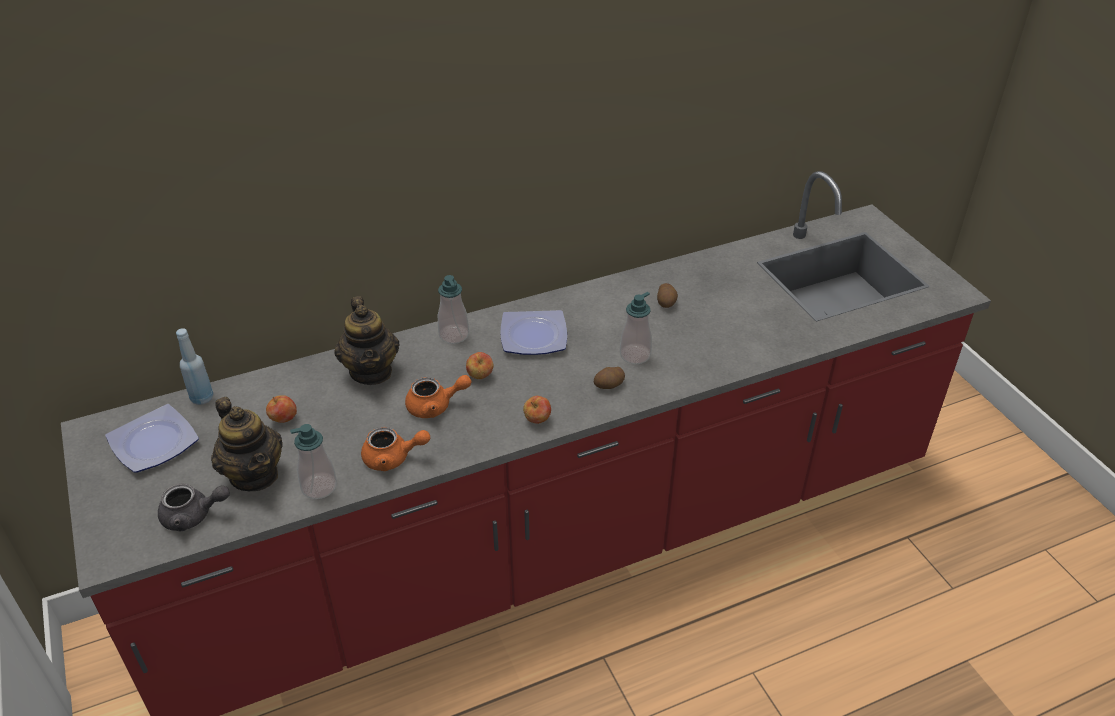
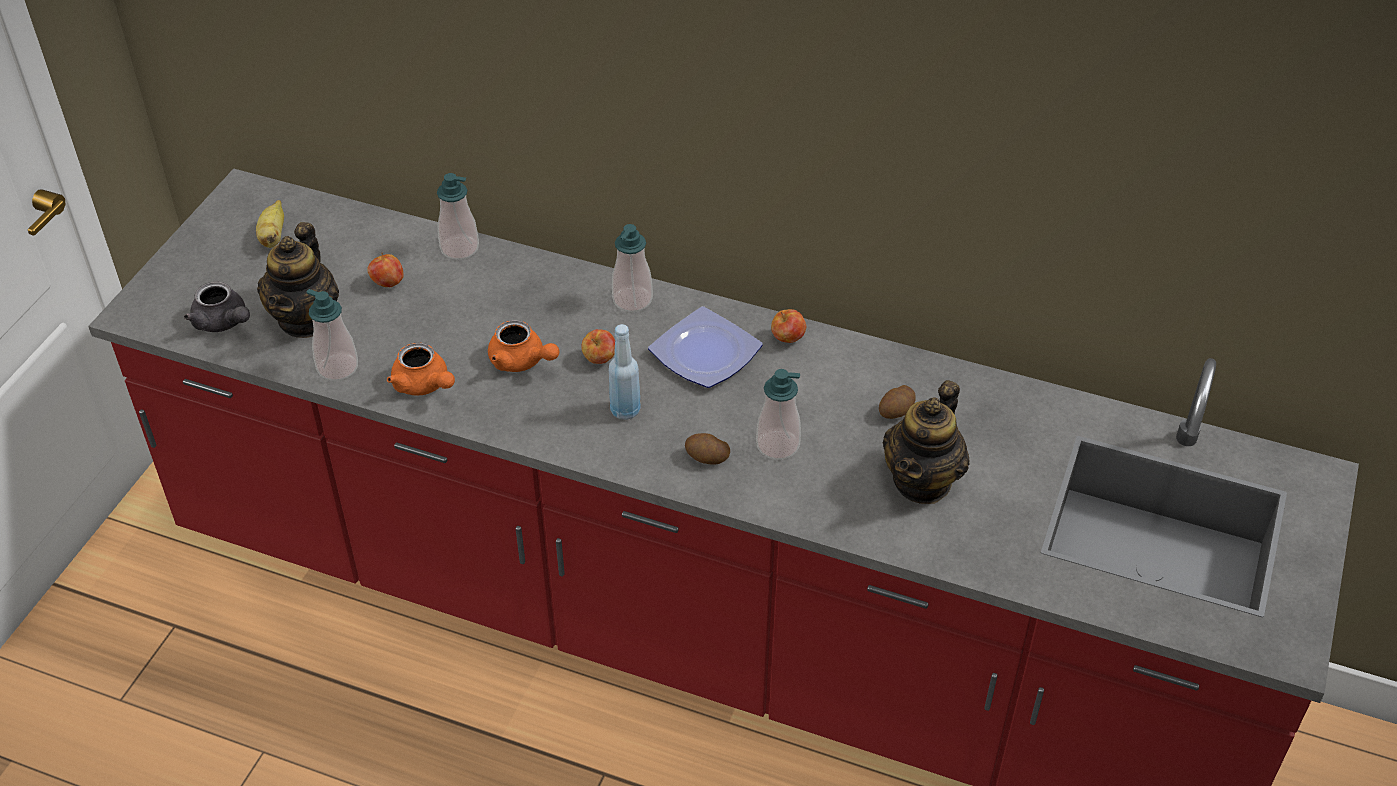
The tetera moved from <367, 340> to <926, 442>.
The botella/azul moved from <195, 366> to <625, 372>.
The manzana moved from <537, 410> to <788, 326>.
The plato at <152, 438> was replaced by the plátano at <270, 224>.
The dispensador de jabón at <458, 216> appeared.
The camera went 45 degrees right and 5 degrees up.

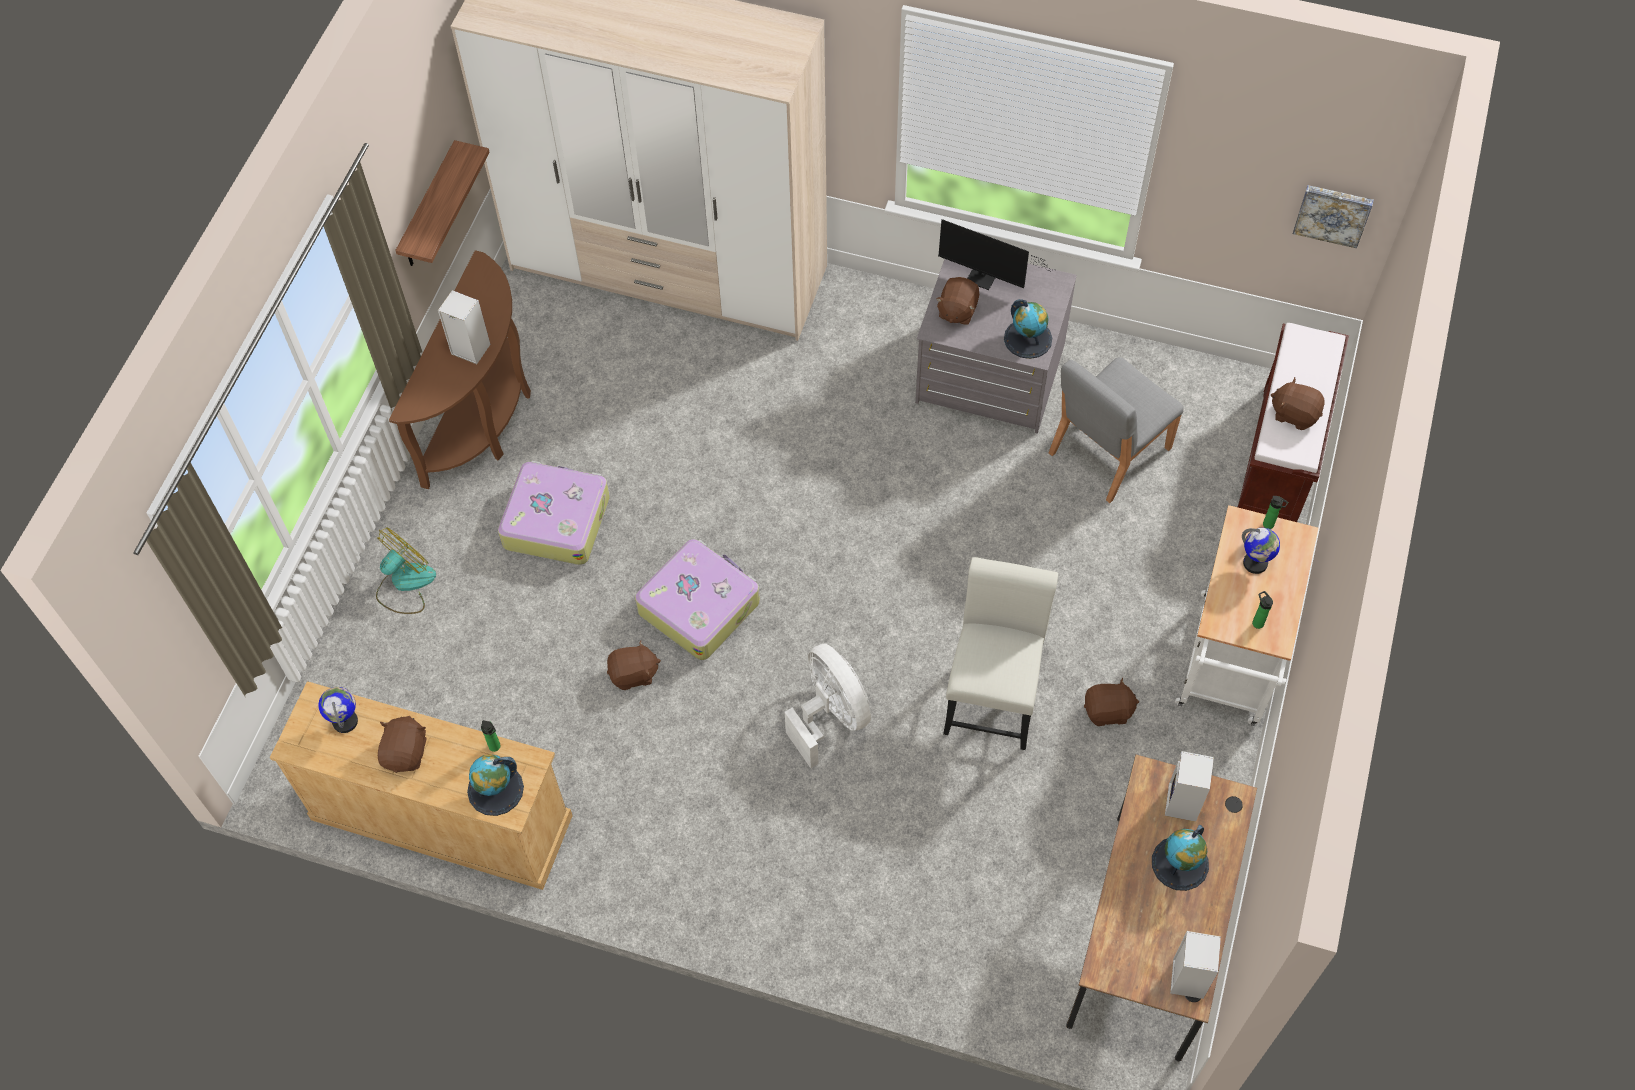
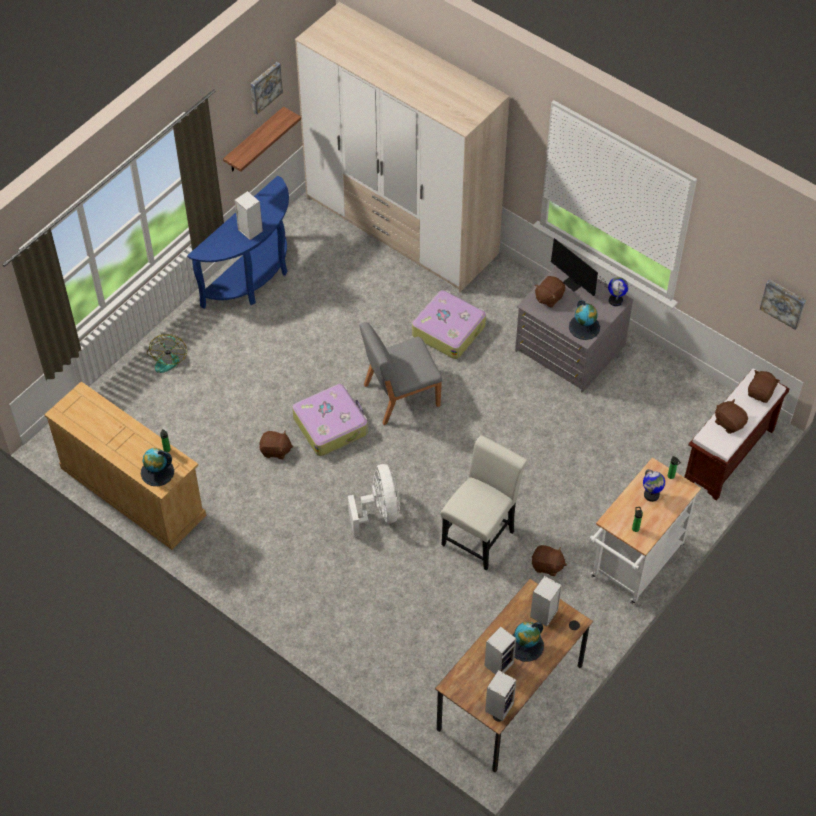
The mesa consola/marrón at <460, 369> became the mesa consola/azul at <238, 242>.
The silla/gris moved from <1116, 430> to <400, 373>.
The maleta moved from <554, 513> to <449, 324>.
The ventilador at <406, 570> turned 120 degrees clockwise.
The globo terráqueo moved from <338, 710> to <618, 291>.
The peluche/marrón moved from <402, 744> to <764, 386>.
The cuadro at <267, 88> appeared.
The altavoz at <500, 651> appeared.
The camera went 20 degrees right and 5 degrees down.

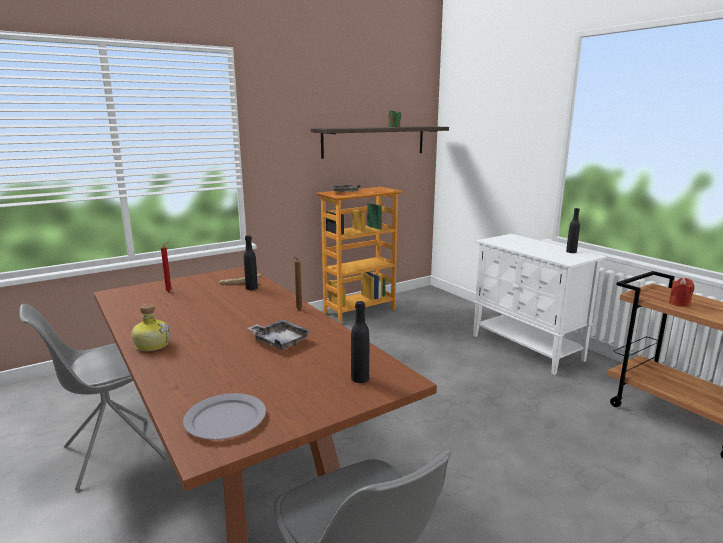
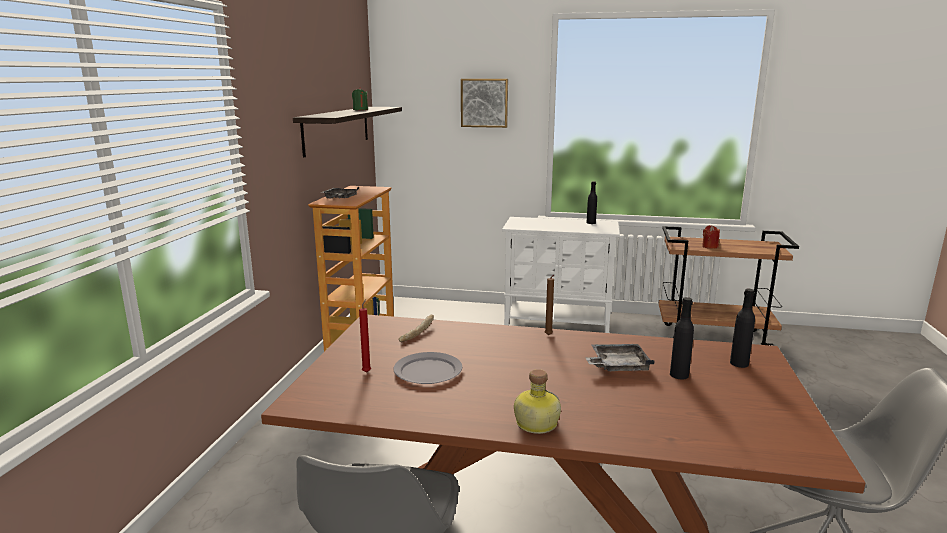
The botella/negro moved from <251, 262> to <682, 338>.
The plato/gris moved from <224, 416> to <427, 368>.
The cuadro at <484, 103> appeared.
The camera went 45 degrees left and 0 degrees up.

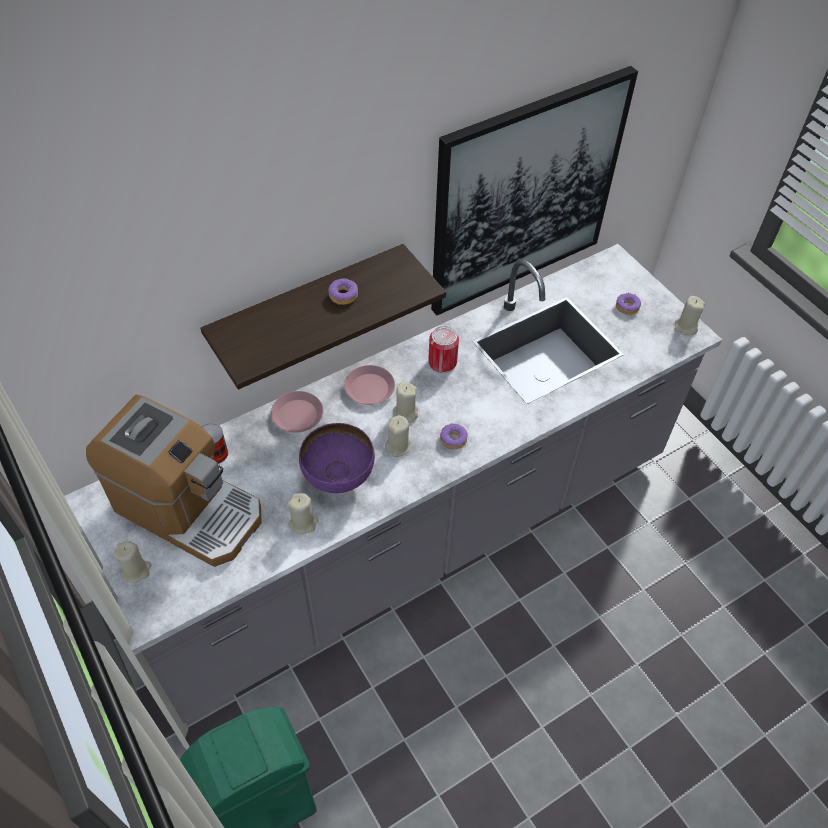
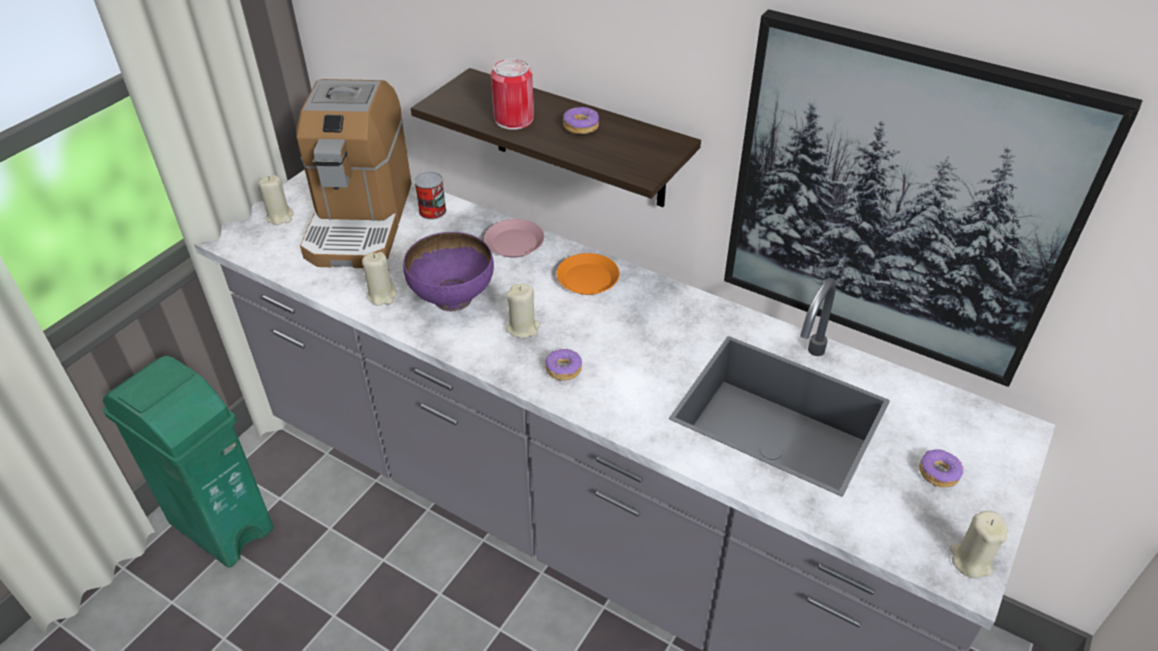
The lata moved from <443, 349> to <512, 94>.
The plato/rosa at <369, 385> became the plato/naranja at <588, 274>.
The vela/beis at <405, 402> disappeared.
The camera went 65 degrees right and 10 degrees down.

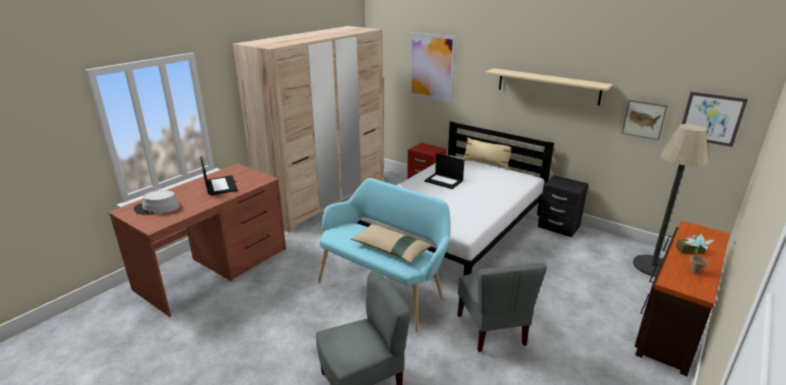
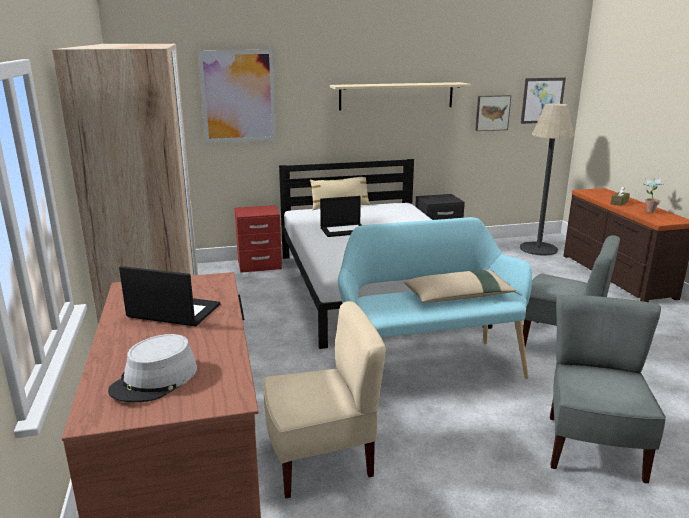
The silla/beis at <324, 400> appeared.
The camera went 50 degrees left and 5 degrees down.

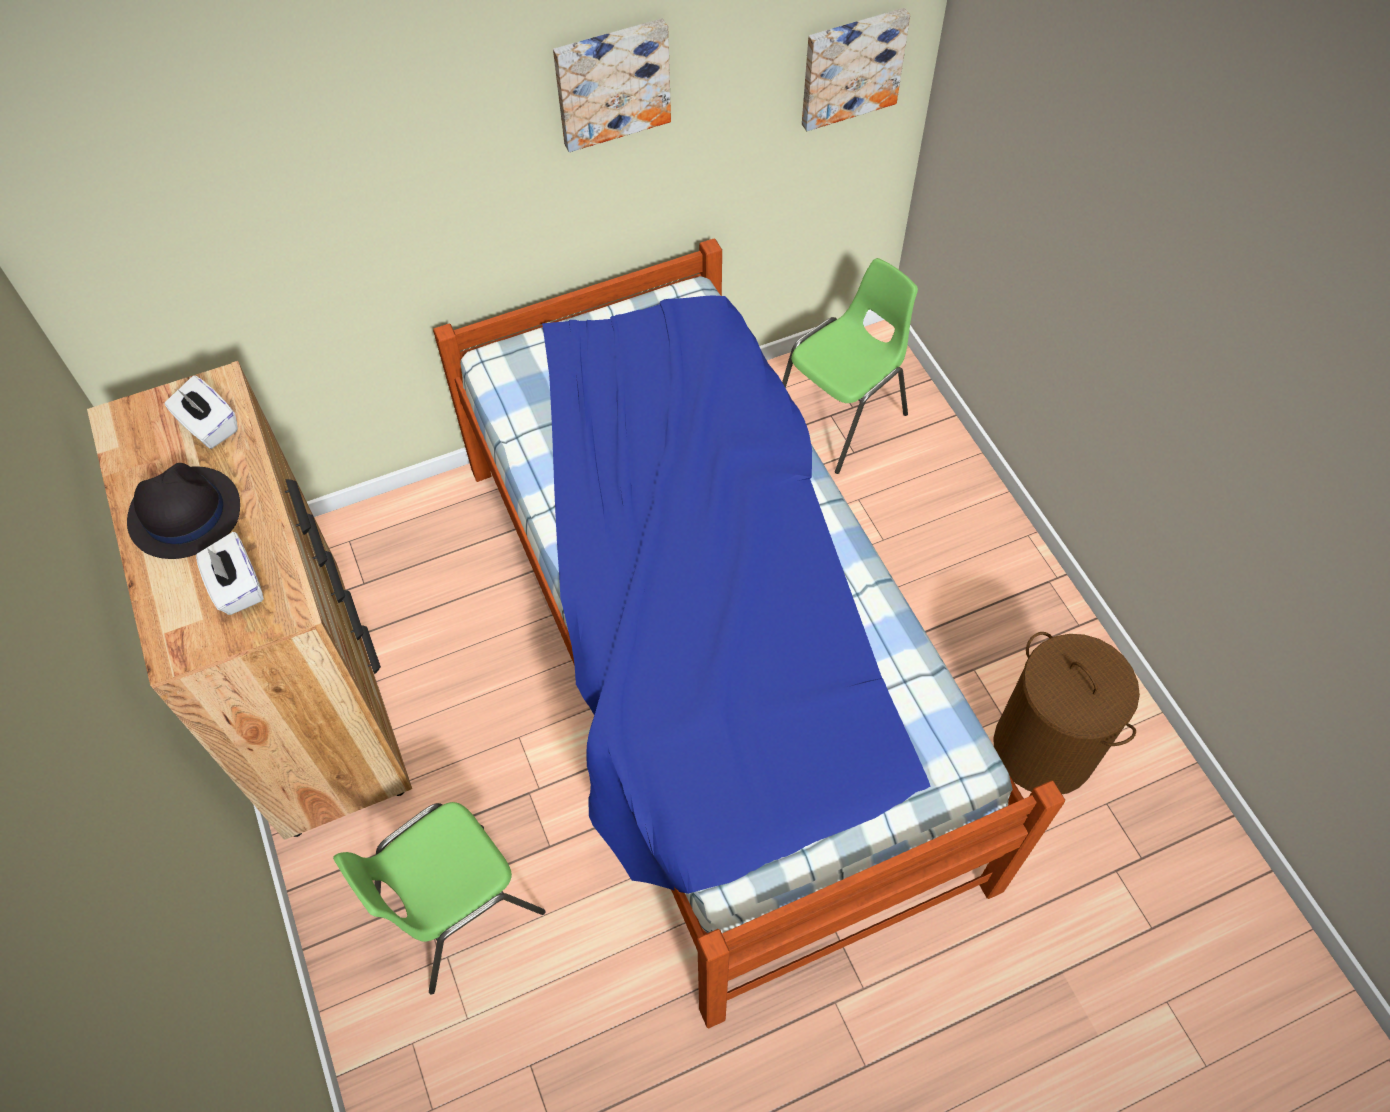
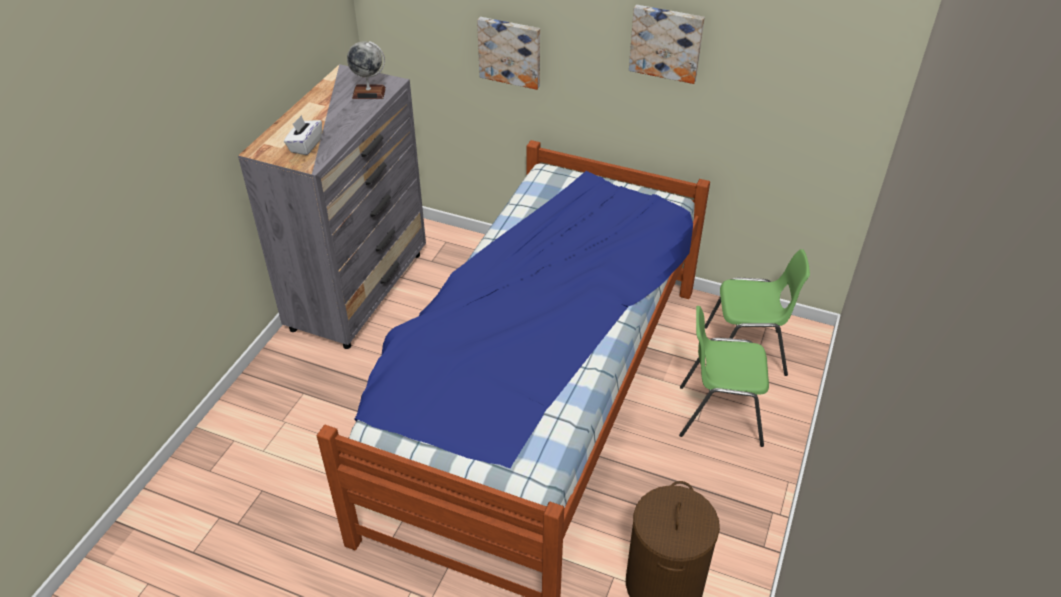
The cuadro moved from <856, 69> to <508, 53>.
The cómoda/marrón at <249, 600> became the cómoda/gris at <332, 206>.
The caja de pañuelos/blanco at <201, 412> was replaced by the globo terráqueo at <366, 70>.
The sombrero/negro at <183, 511> disappeared.
The silla/verde moved from <439, 898> to <724, 376>.
The camera went 45 degrees right and 15 degrees down.

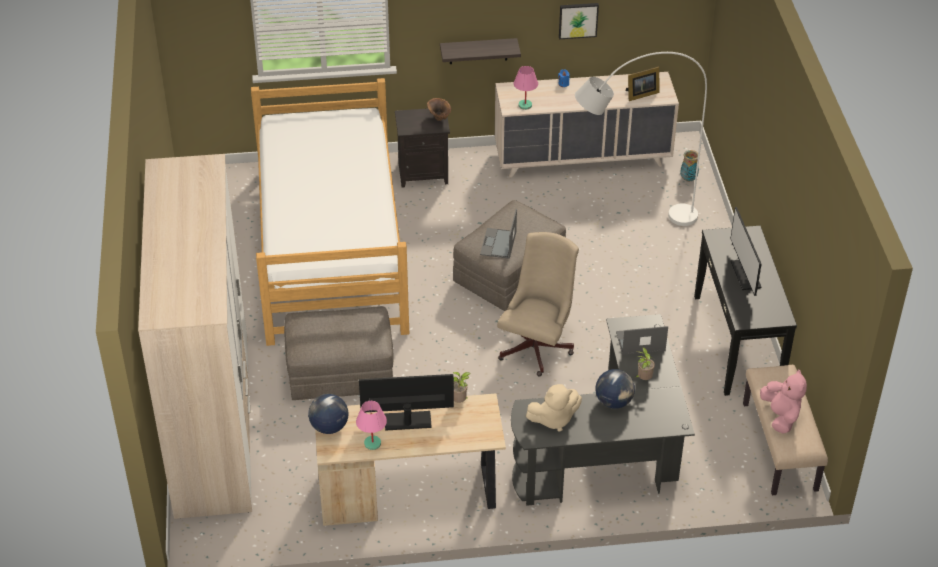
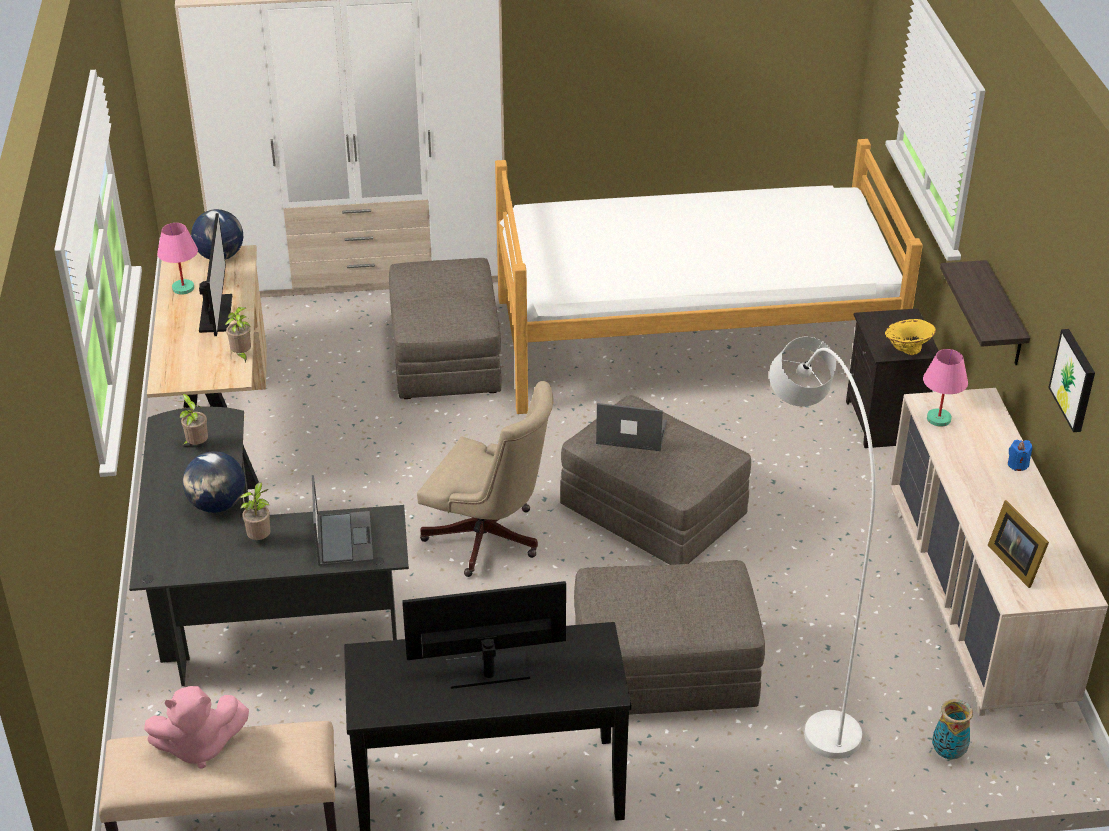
The florero/marrón at <439, 109> became the florero/amarillo at <910, 337>.
The peluche/beis at <554, 408> was replaced by the planta en maceta at <191, 419>.
The puf/gris at <669, 637> appeared.
The camera went 90 degrees right and 5 degrees down.

